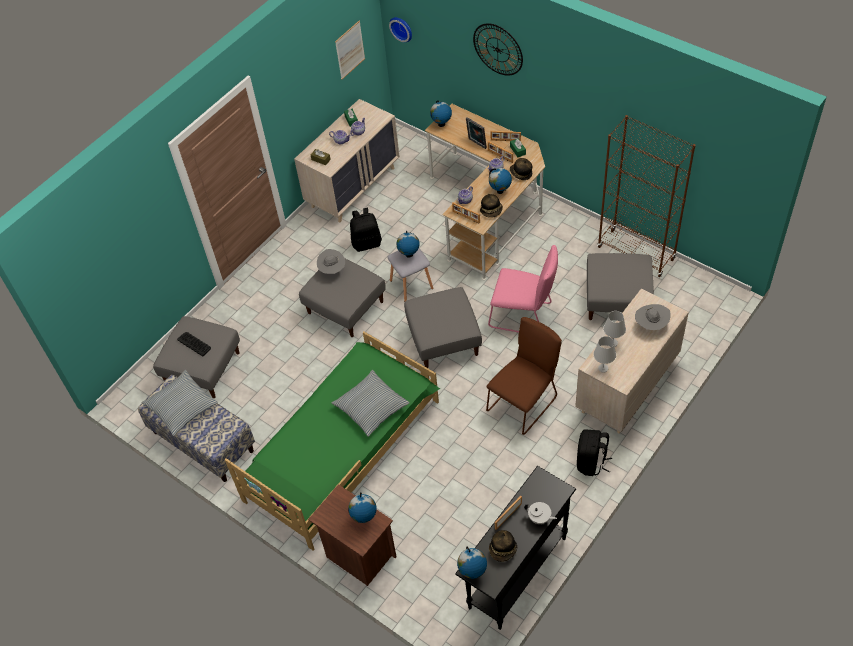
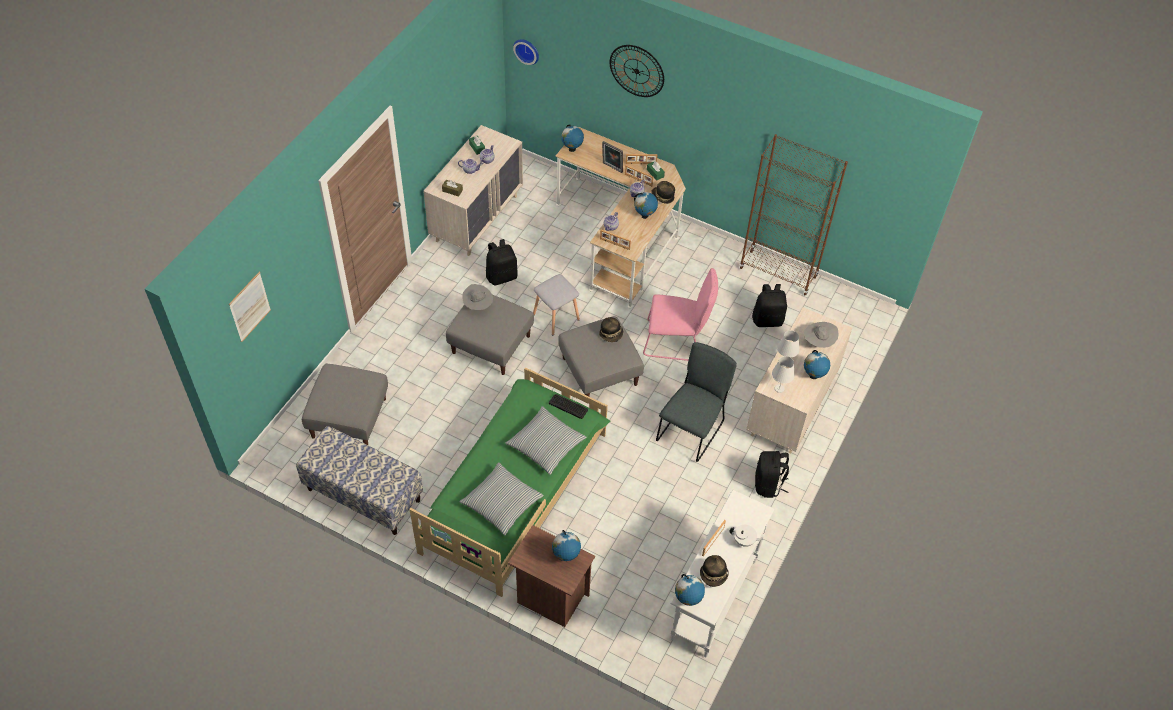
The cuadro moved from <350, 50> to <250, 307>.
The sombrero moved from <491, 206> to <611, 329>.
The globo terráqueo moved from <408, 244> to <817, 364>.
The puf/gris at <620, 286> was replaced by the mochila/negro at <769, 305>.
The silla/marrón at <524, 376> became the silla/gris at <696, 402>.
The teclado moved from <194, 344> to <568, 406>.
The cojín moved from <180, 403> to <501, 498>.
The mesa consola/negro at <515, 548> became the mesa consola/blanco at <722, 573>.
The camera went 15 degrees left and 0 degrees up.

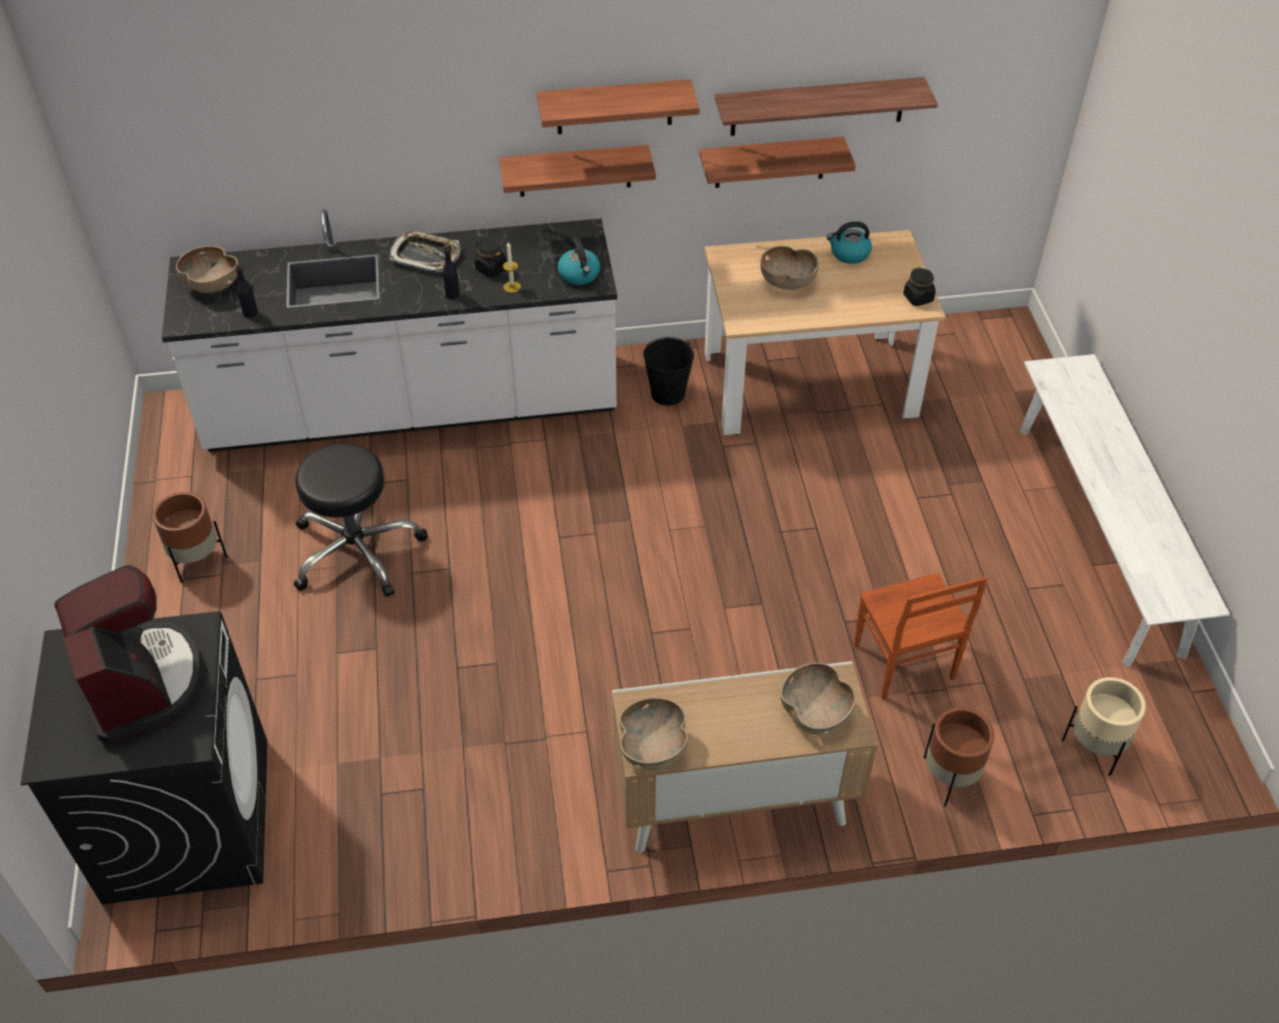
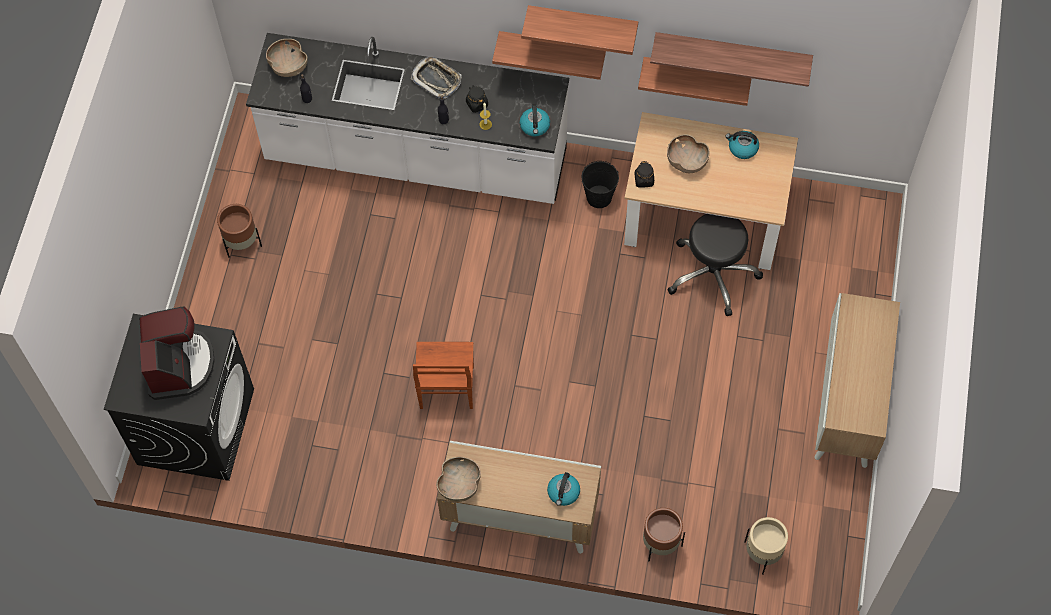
The tarro/negro moved from <919, 286> to <644, 174>.
The banco/blanco at <1124, 510> was replaced by the armario at <857, 380>.
The taburete/negro moved from <361, 520> to <715, 265>.
The silla/marrón moved from <921, 636> to <443, 375>.
The cuenco/marrón at <817, 698> was replaced by the hervidor at <563, 489>.
The camera went 20 degrees right and 15 degrees up.

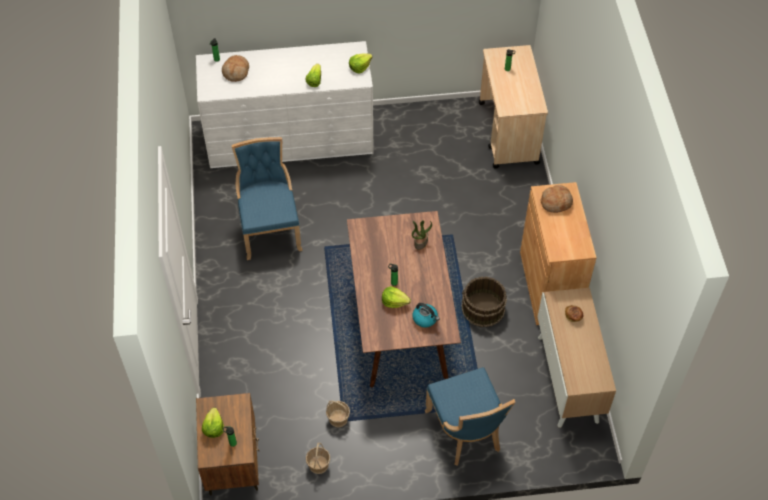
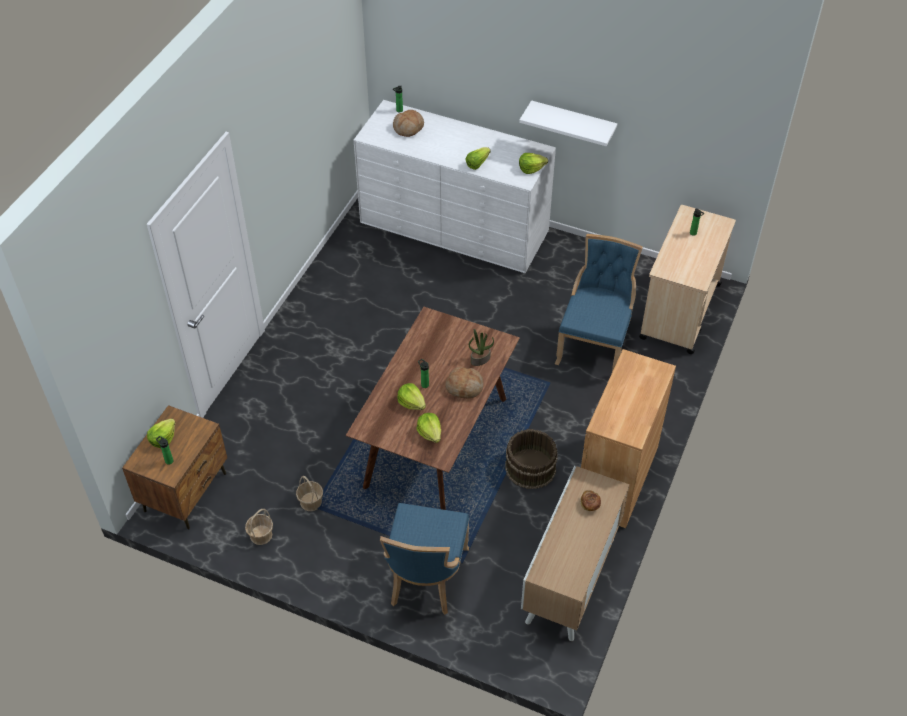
The silla/azul moved from <267, 198> to <599, 303>.
The pan moved from <557, 199> to <464, 383>.
The hervidor at <426, 315> was replaced by the lechuga at <428, 428>.
The estante/blanco at <568, 123> appeared.
The camera went 30 degrees right and 5 degrees down.

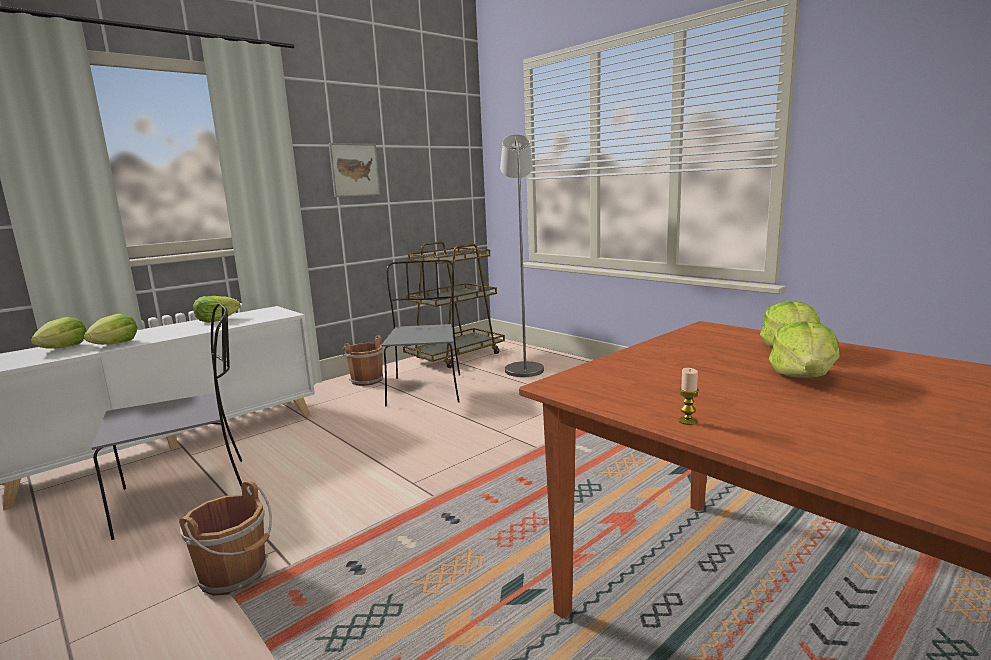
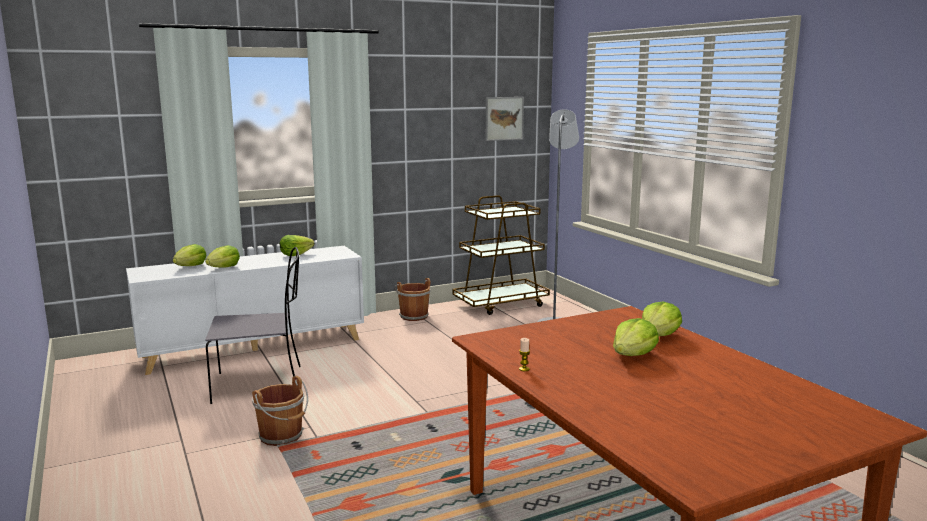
The cuadro moved from <354, 170> to <505, 119>.
The silla/gris at <420, 333> disappeared.
The camera went 15 degrees right and 0 degrees up.

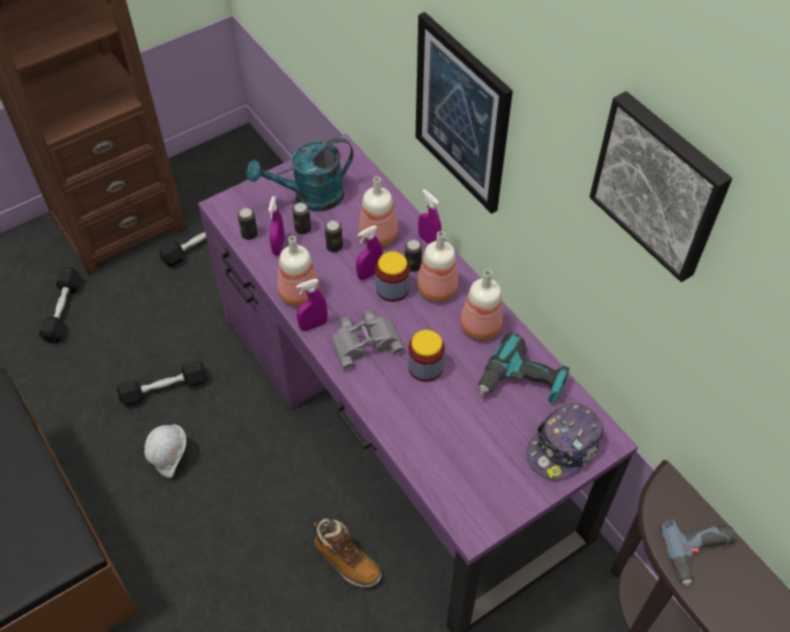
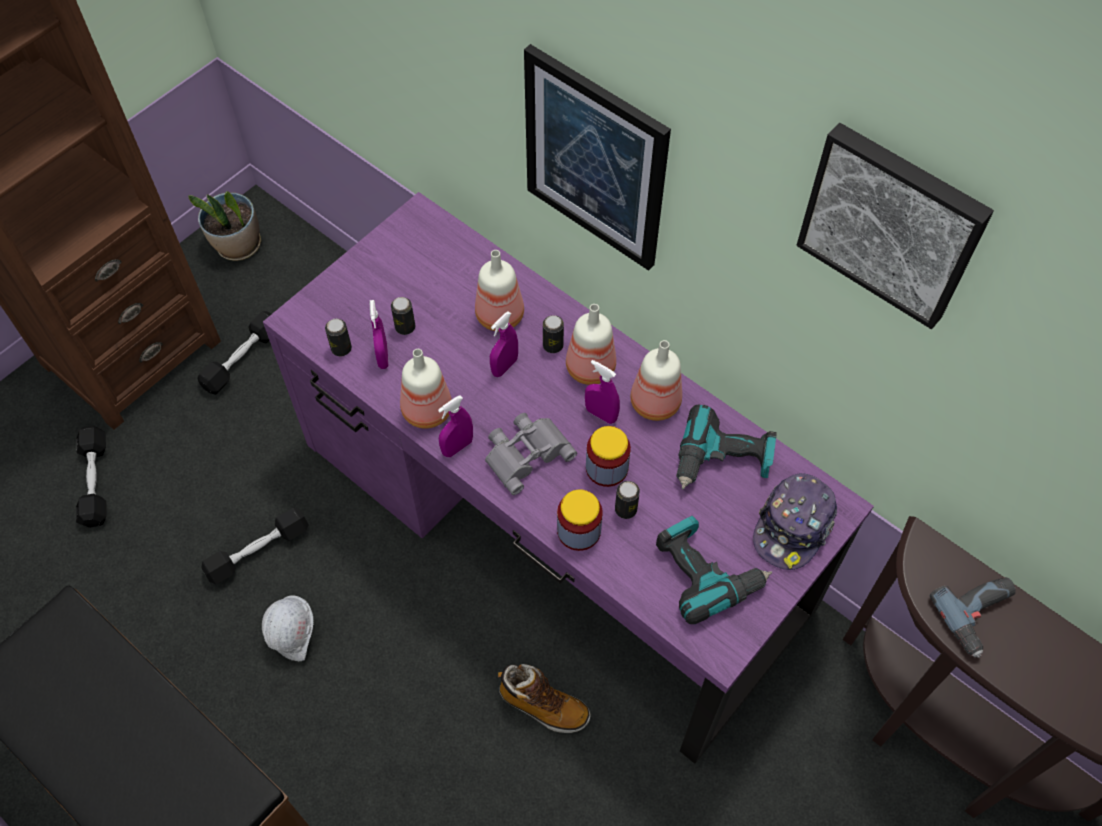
The regadera/turquesa at <299, 174> disappeared.
The pulverizador/morado moved from <430, 217> to <602, 392>.
The lata moved from <334, 236> to <627, 500>.
The tarro moved from <393, 276> to <580, 520>.
The planta en maceta at <224, 226> appeared.
The taladro at <714, 570> appeared.
The camera went 15 degrees left and 5 degrees up.

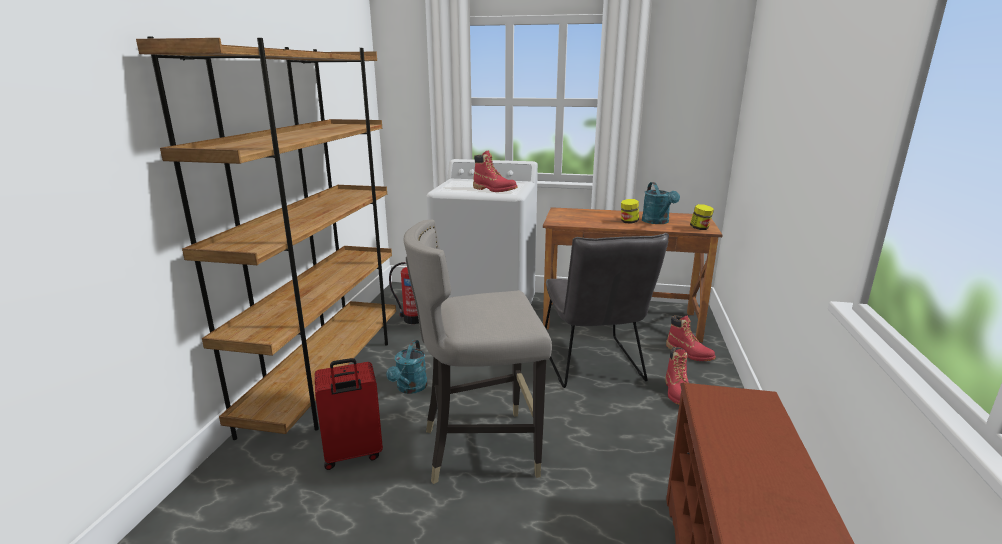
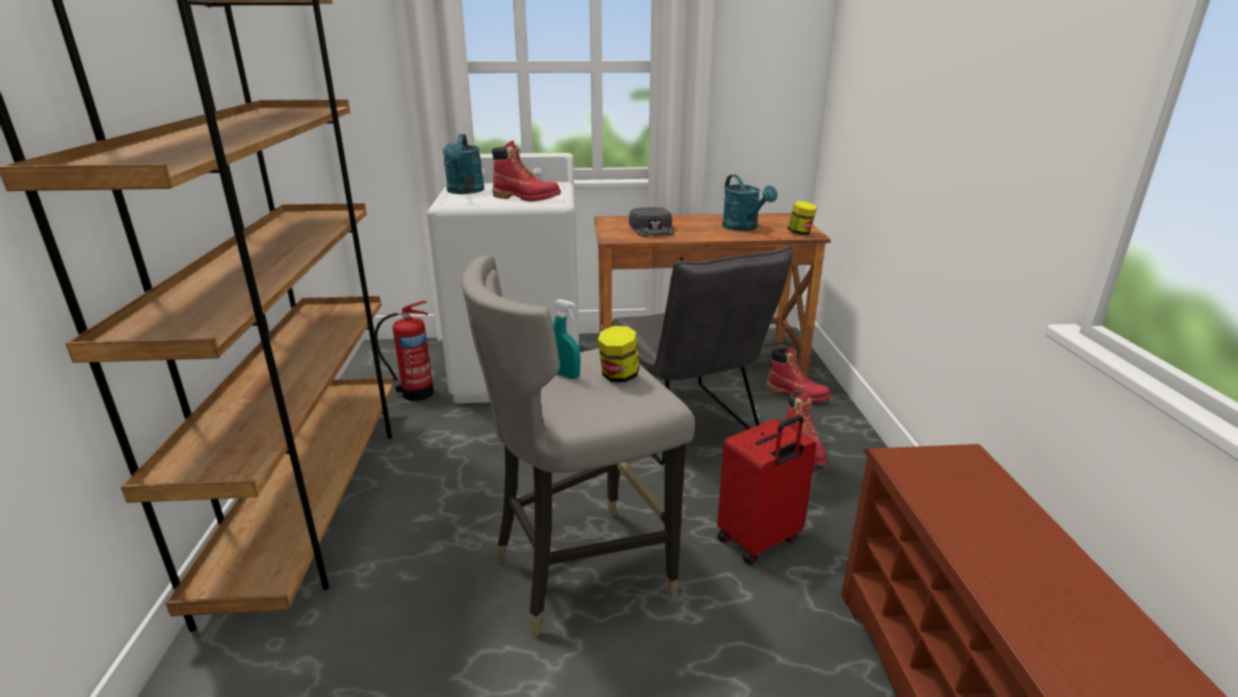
The tarro moved from <630, 211> to <618, 354>.
The regadera/turquesa moved from <407, 367> to <463, 164>.
The maleta/rojo moved from <349, 414> to <766, 490>.
The gorra/negro at <651, 222> appeared.
The pulverizador/turquesa at <567, 339> appeared.
The camera went 15 degrees left and 5 degrees up.

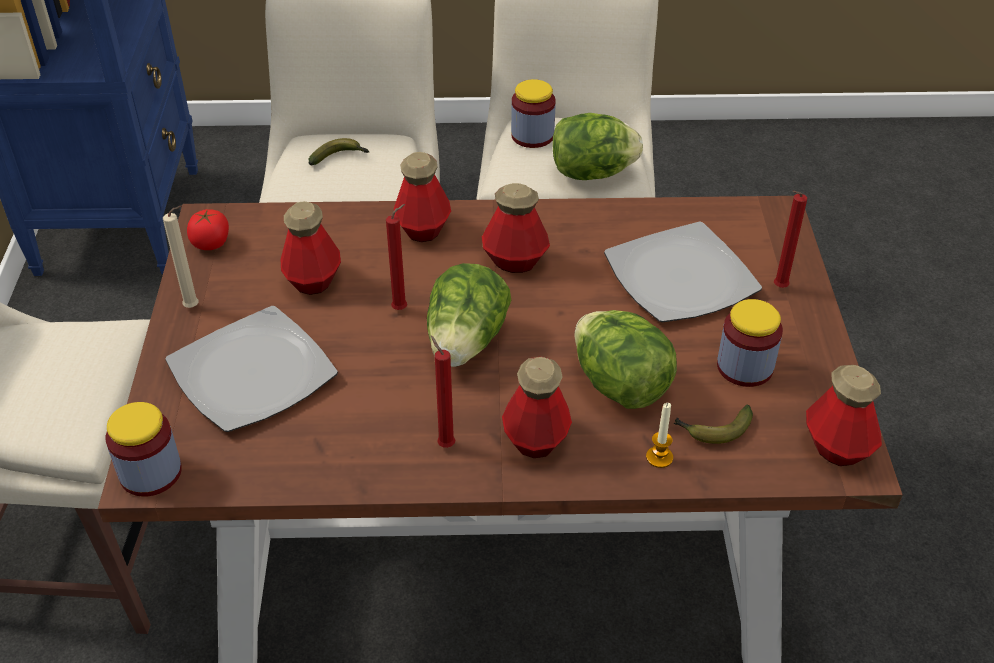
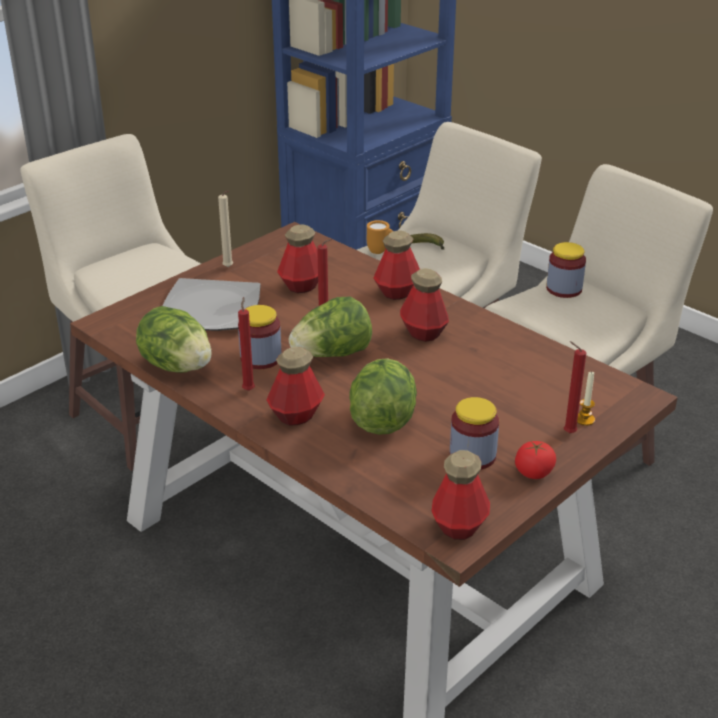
The lechuga moved from <598, 146> to <174, 339>.
The tomate moved from <208, 229> to <535, 460>.
The plato at <683, 271> disappeared.
The tarro moved from <144, 449> to <260, 337>.
The vela moved from <659, 435> to <586, 398>.
The plátano at <713, 424> disappeared.
The taza grande/naranja at <380, 237> appeared.
The camera went 45 degrees right and 10 degrees down.

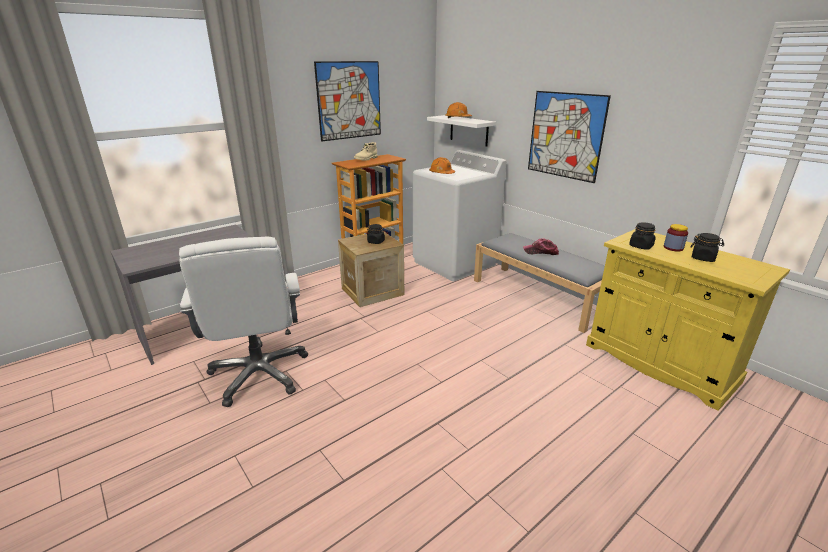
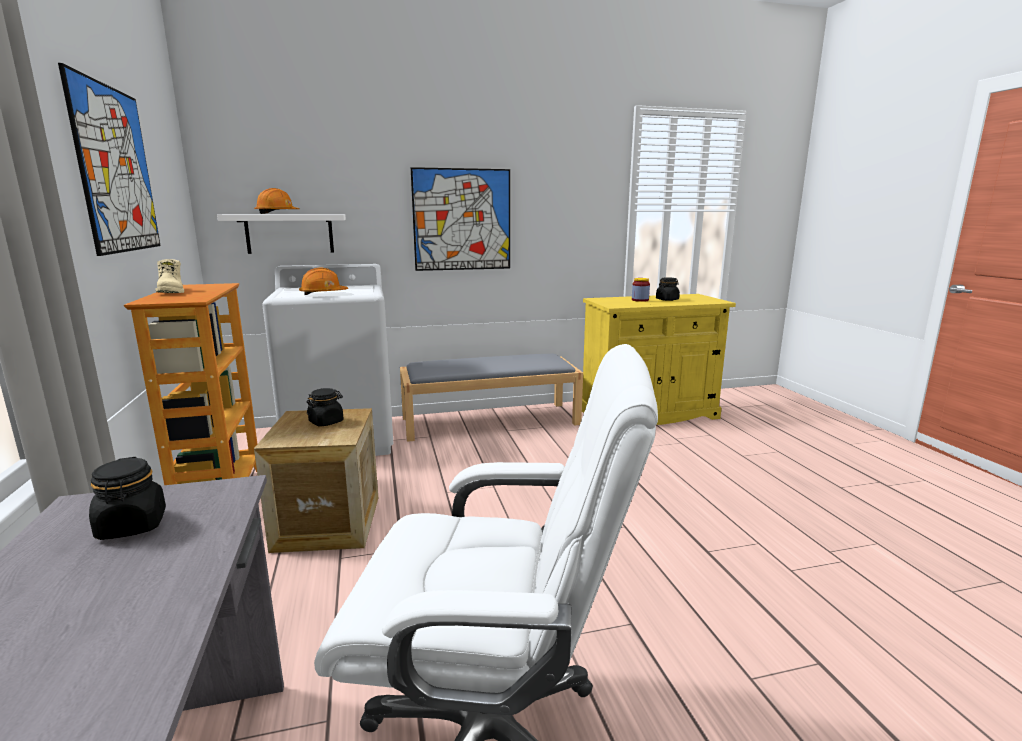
The tarro/negro moved from <642, 236> to <127, 498>.
The gorra at <541, 246> disappeared.
The camera went 65 degrees left and 10 degrees down.

